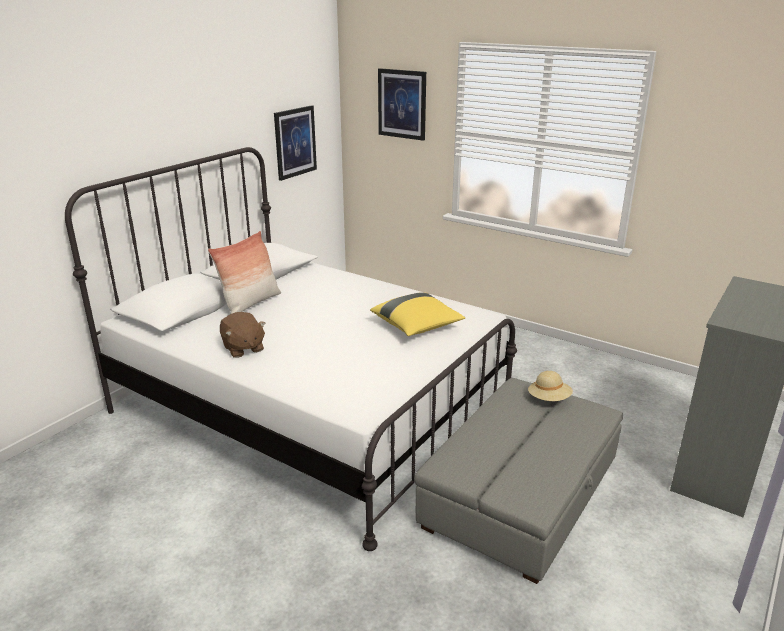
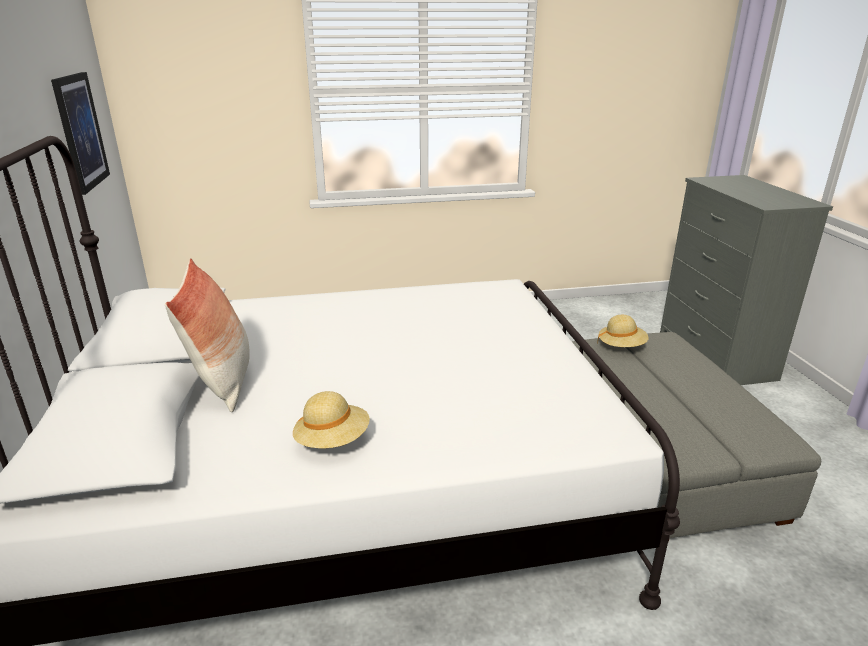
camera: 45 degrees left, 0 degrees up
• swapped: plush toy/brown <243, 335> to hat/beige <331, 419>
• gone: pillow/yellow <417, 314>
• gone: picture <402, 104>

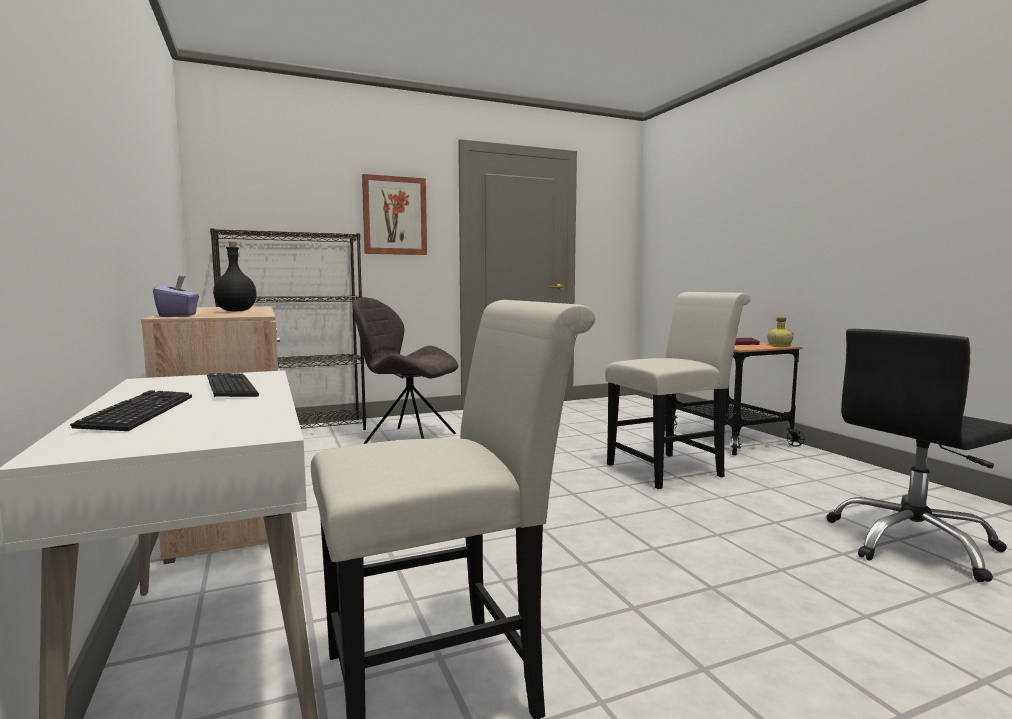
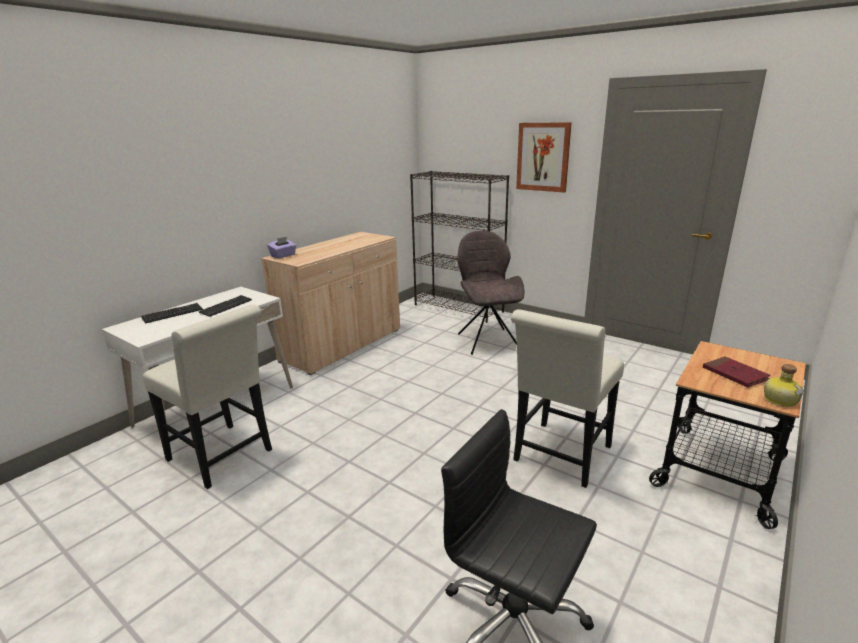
camera: 60 degrees right, 15 degrees up
• gone: bottle/black <235, 276>
• rotated: chair/white <677, 390> = <567, 398> 90 degrees clockwise

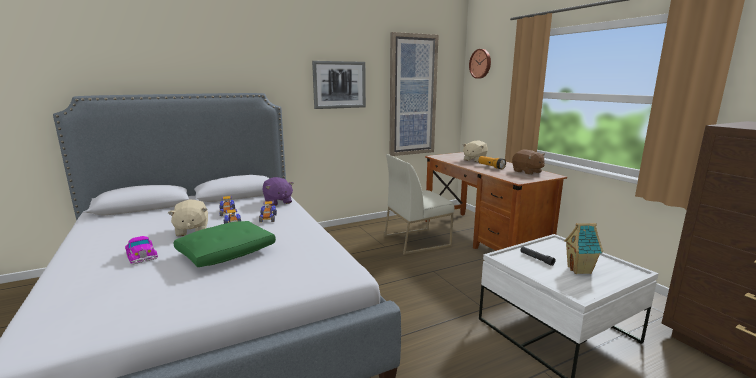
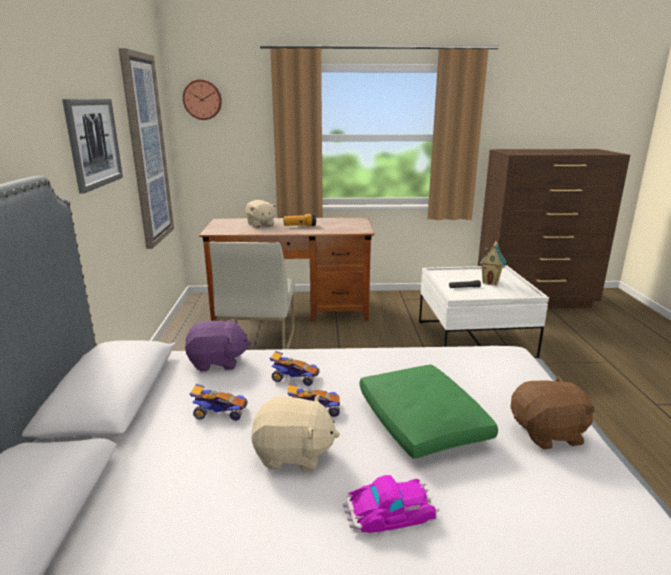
camera: 65 degrees left, 5 degrees up
• shifted: plush toy/brown <528, 162> to <553, 412>

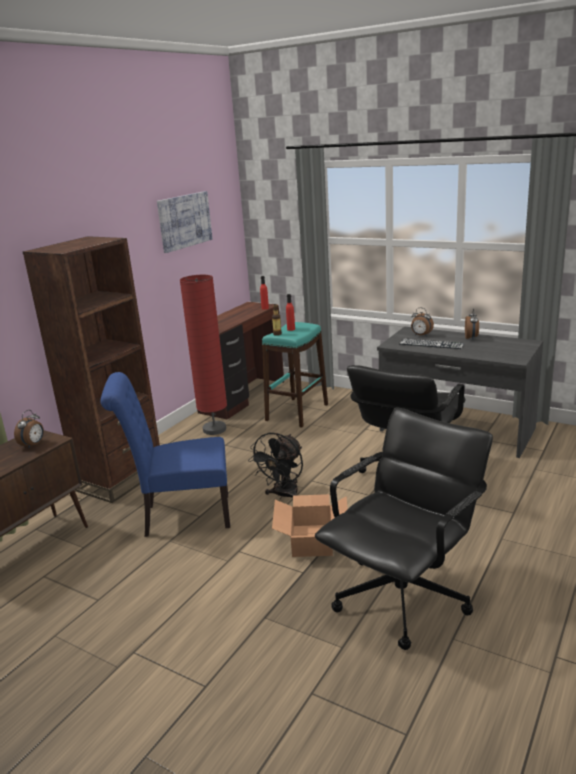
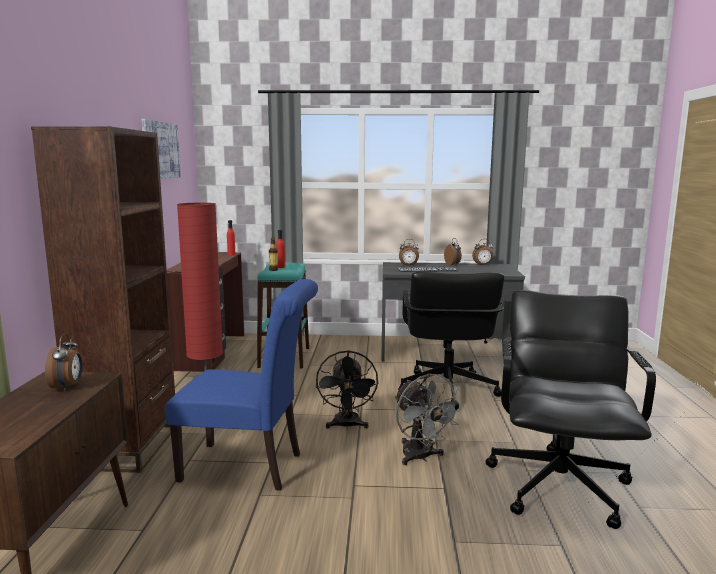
camera: 30 degrees left, 10 degrees down
• rotated: chair/blue <165, 454> = <241, 385> 135 degrees counterclockwise
• swapped: cardboard box <310, 525> to fan/grey <429, 419>
• new: alarm clock <482, 252>

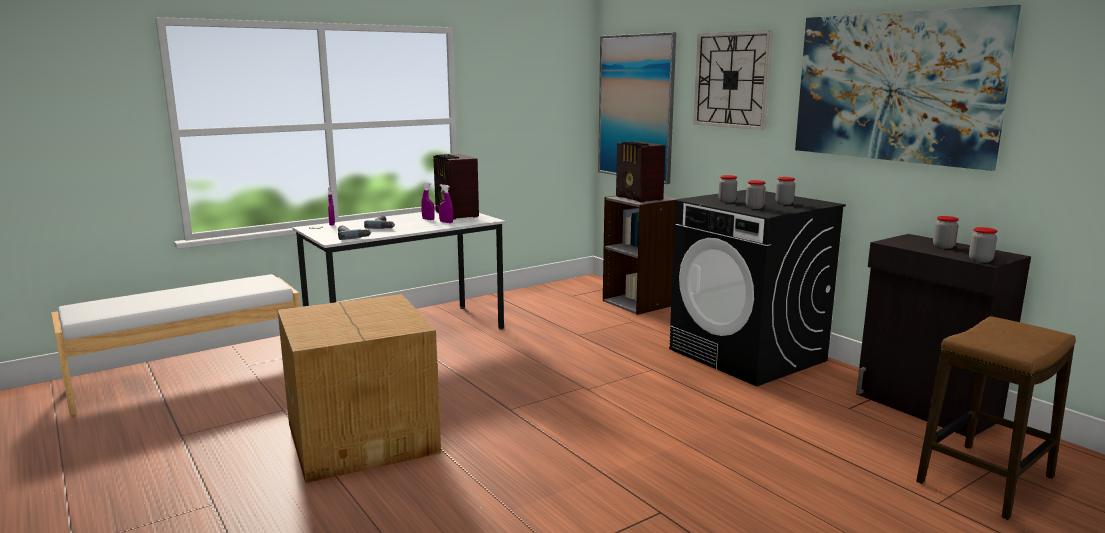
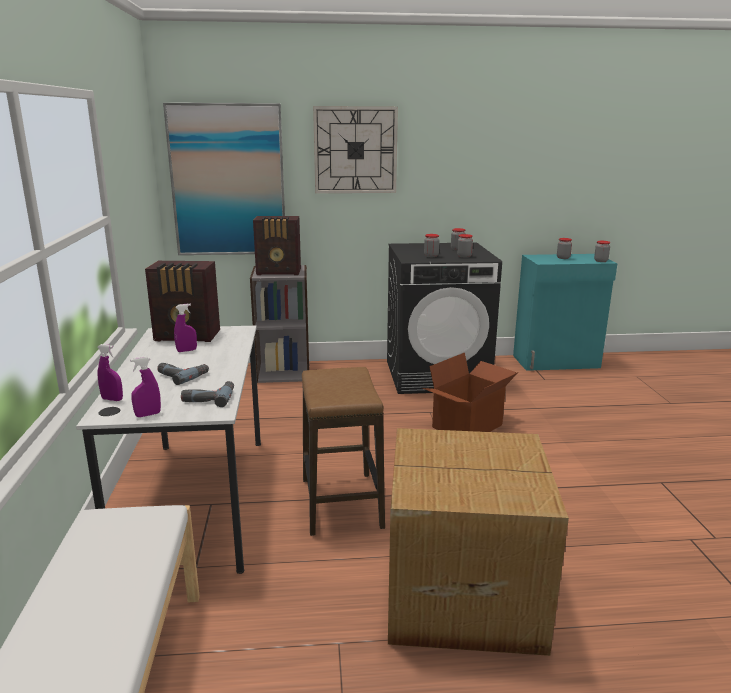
camera: 60 degrees left, 5 degrees up
• shifted: spray bottle/purple <446, 203> to <145, 386>
• gone: picture <908, 88>
• repainted: cabinet/black <943, 335> to cabinet/turquoise <565, 312>
• shifted: stool <996, 418> to <343, 451>
• new: cardboard box <470, 392>

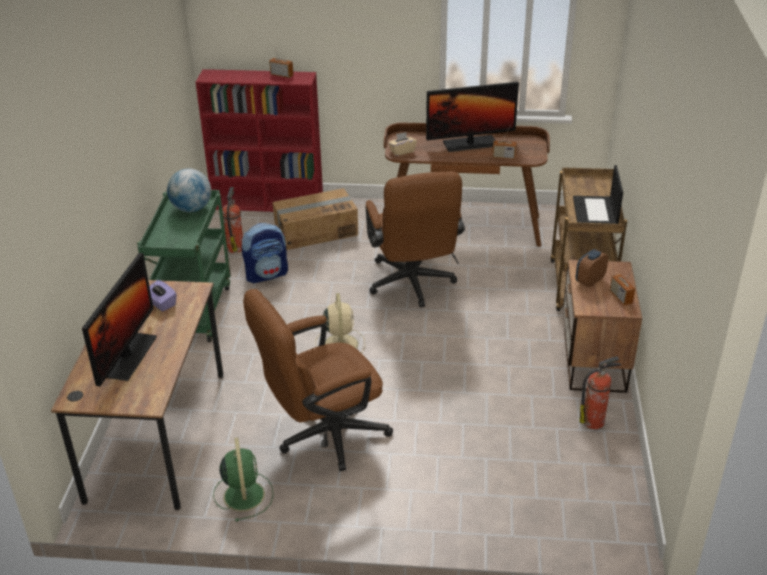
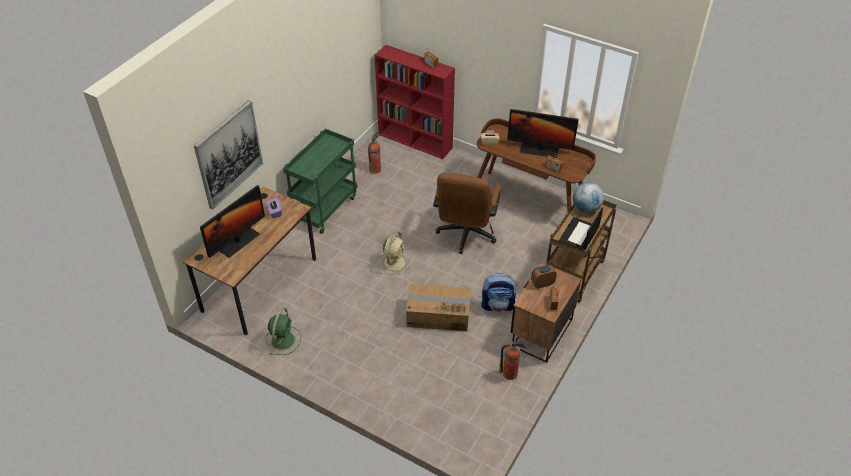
camera: 25 degrees right, 10 degrees up
• shifted: globe <189, 190> to <588, 197>
• shifted: backpack <264, 253> to <499, 292>
• gone: office chair/brown <318, 380>
• shifted: cardboard box <315, 219> to <438, 307>
• new: picture <228, 155>

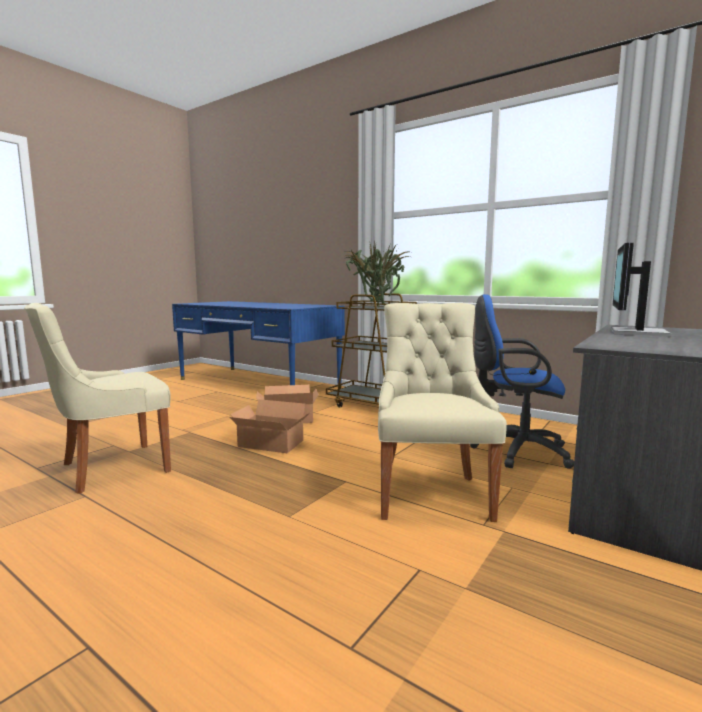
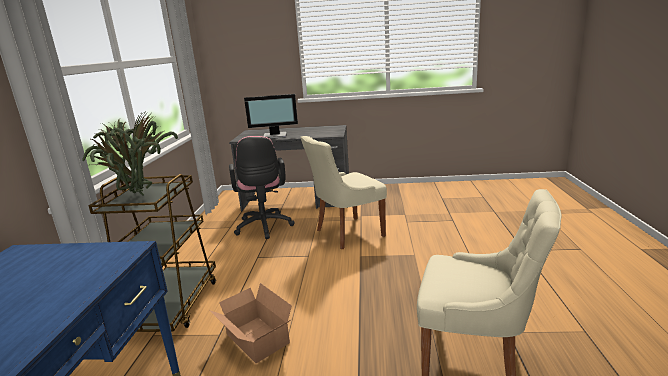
camera: 120 degrees left, 10 degrees up
• gone: cardboard box <269, 426>
• repainted: office chair/blue <522, 381> to office chair/pink <262, 187>

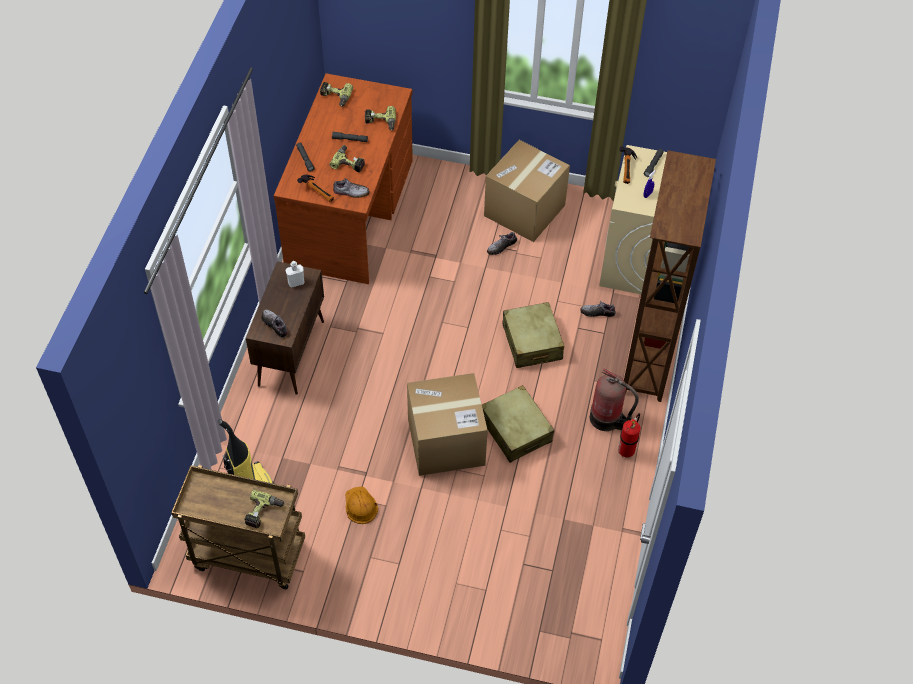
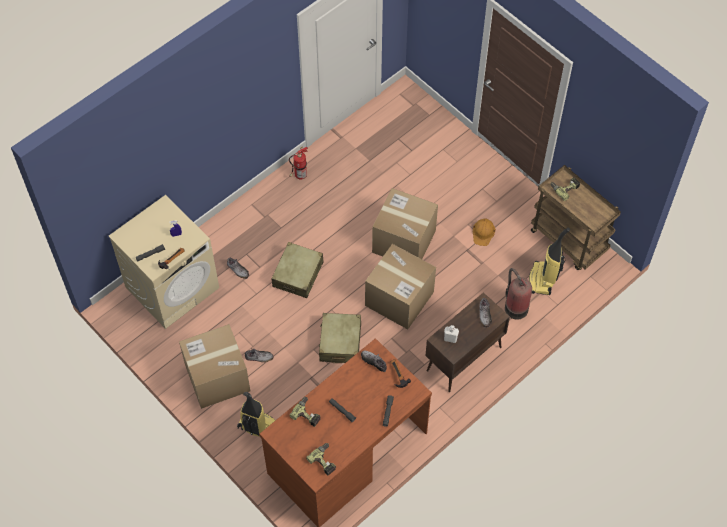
camera: 145 degrees left, 5 degrees up
• gone: power drill <347, 159>
• shifted: suitcase/beige <518, 424> to <340, 338>
• shifted: fire extinguisher <614, 399> to <518, 294>
• gone: bookcase/brown <670, 276>
• new: vacuum cleaner <256, 414>
• new: cardboard box <400, 286>

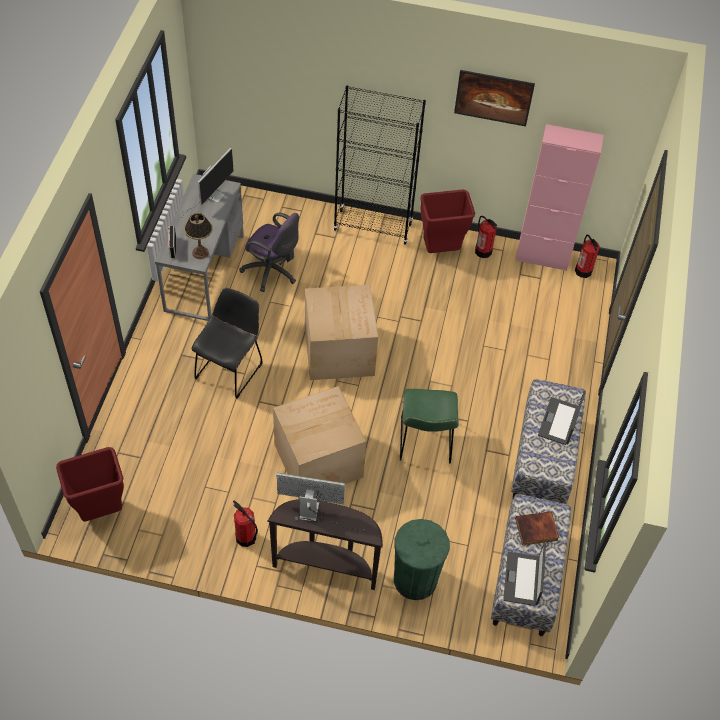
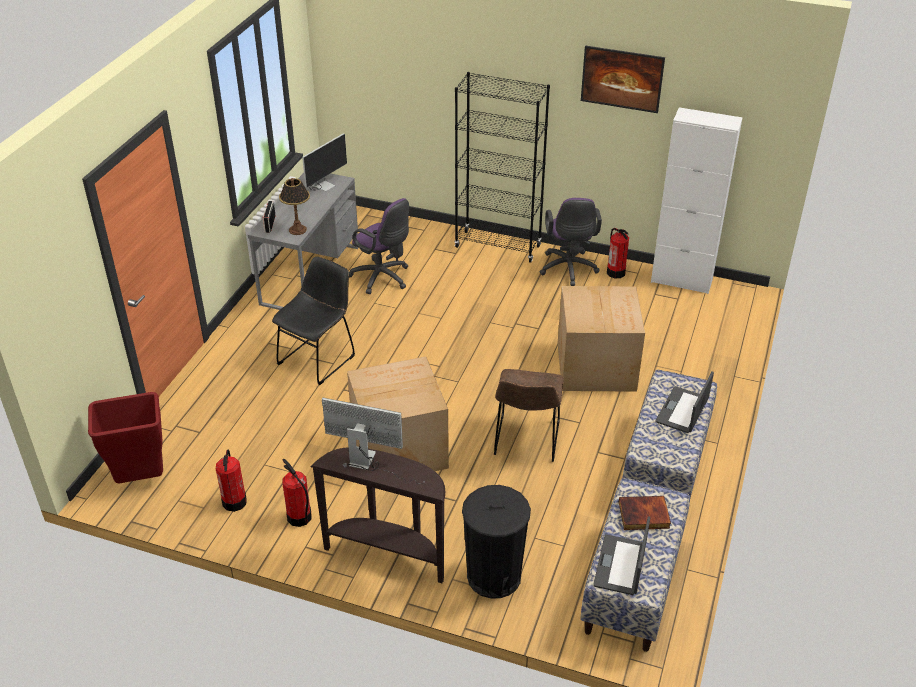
camera: 10 degrees right, 15 degrees down
• shifted: cardboard box <341, 332> to <601, 339>
• repainted: trash can/green <422, 559> to trash can/black <496, 542>
• repainted: chair/green <429, 426> to chair/brown <529, 415>
• swapped: trash can/red <447, 221> to office chair/purple <571, 242>
• repainted: cabinet/pink <559, 197> to cabinet/white <697, 200>
• shifted: fire extinguisher <587, 256> to <231, 481>

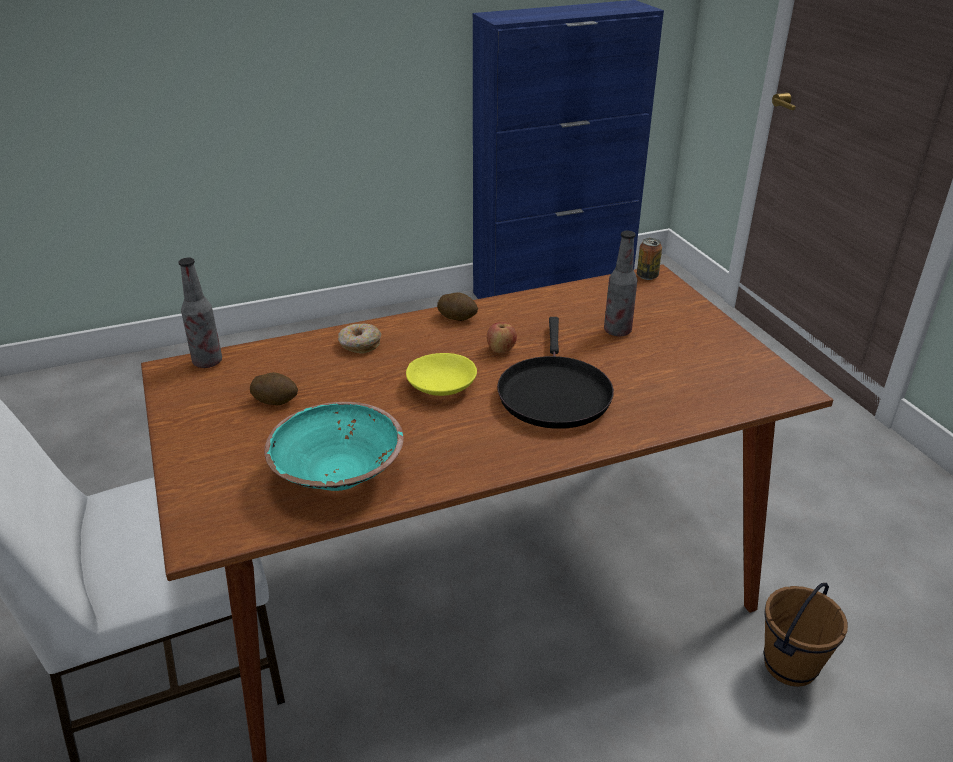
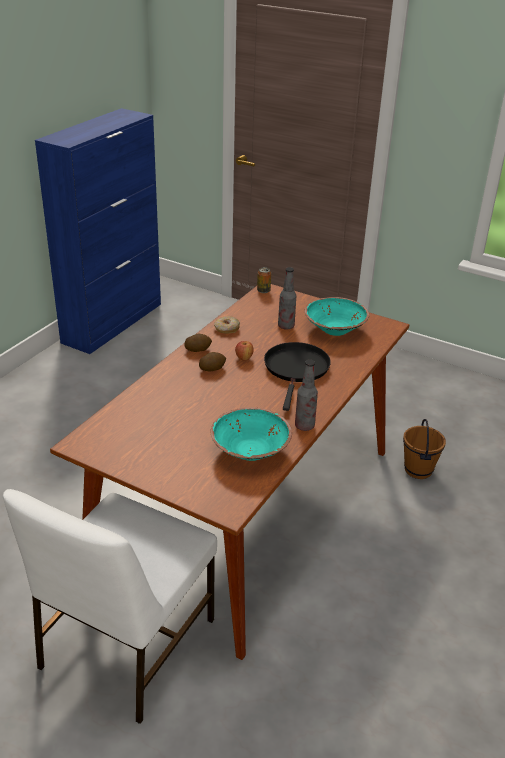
camera: 40 degrees left, 0 degrees up
• shifted: bottle <200, 313> to <306, 395>
• shifted: potato <274, 389> to <212, 361>
• shifted: donut <359, 339> to <227, 324>
• gone: bowl/yellow <441, 374>
• rotated: frying pan/black <555, 373> = <297, 376> 135 degrees counterclockwise
• new: bowl/turquoise <337, 316>

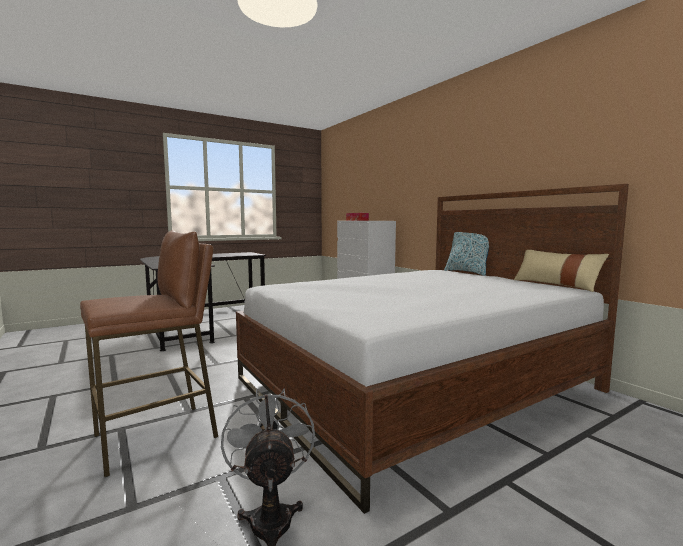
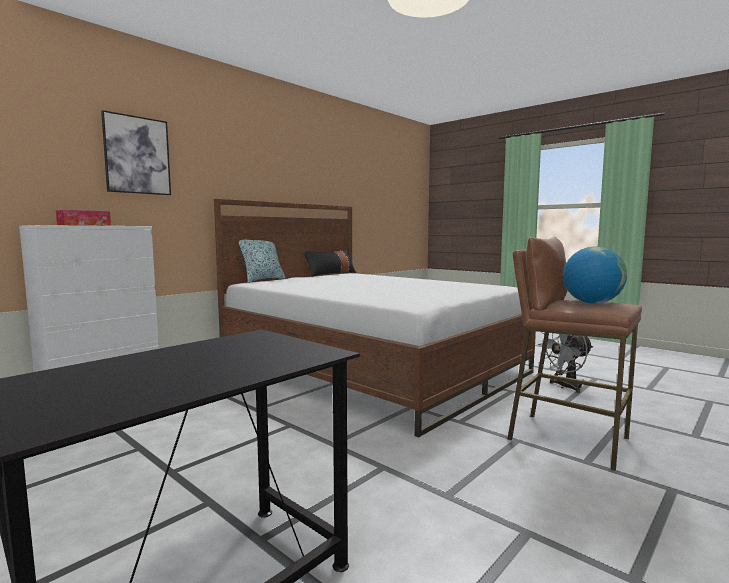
camera: 105 degrees left, 0 degrees up
• repainted: pillow/beige <561, 271> to pillow/black <330, 263>
• new: picture <136, 152>
• new: globe <595, 275>

